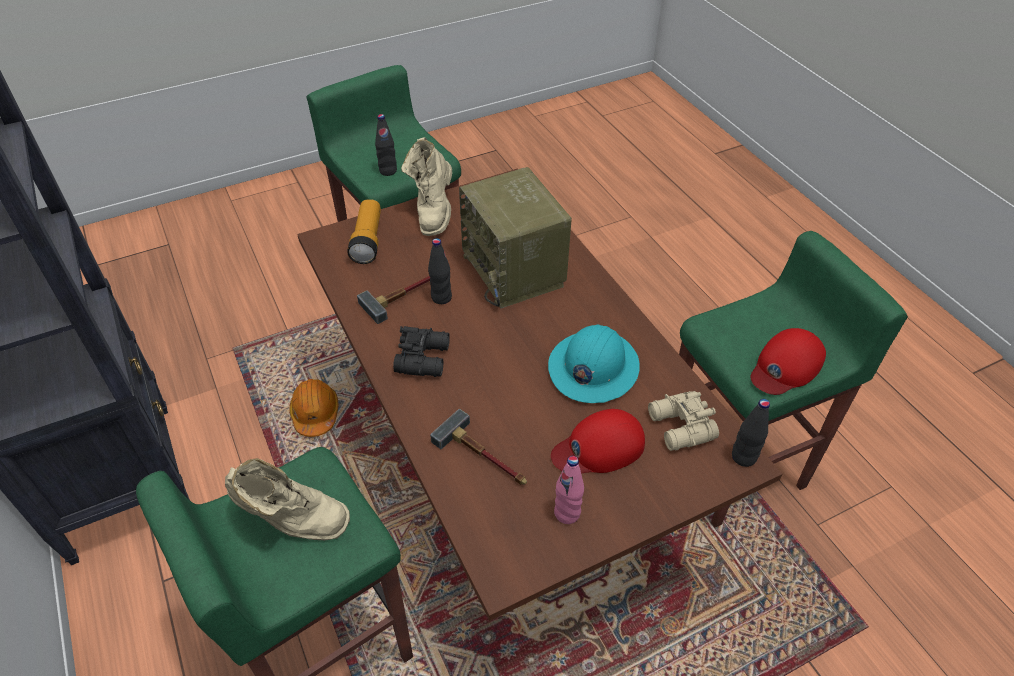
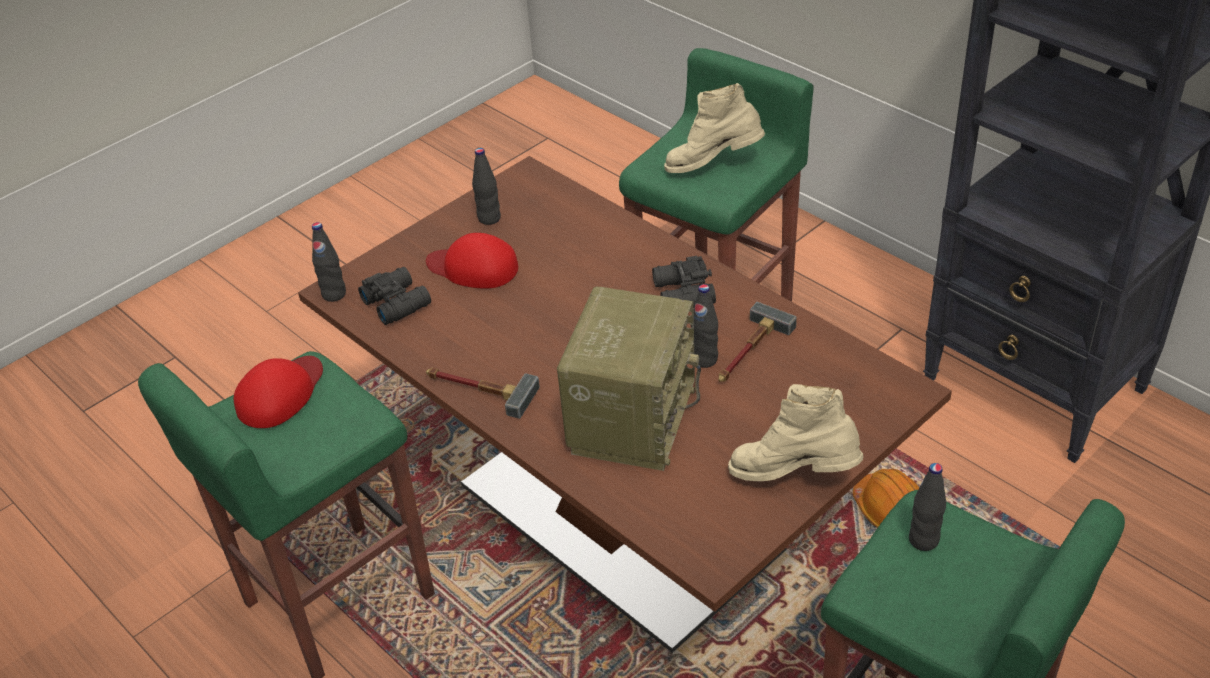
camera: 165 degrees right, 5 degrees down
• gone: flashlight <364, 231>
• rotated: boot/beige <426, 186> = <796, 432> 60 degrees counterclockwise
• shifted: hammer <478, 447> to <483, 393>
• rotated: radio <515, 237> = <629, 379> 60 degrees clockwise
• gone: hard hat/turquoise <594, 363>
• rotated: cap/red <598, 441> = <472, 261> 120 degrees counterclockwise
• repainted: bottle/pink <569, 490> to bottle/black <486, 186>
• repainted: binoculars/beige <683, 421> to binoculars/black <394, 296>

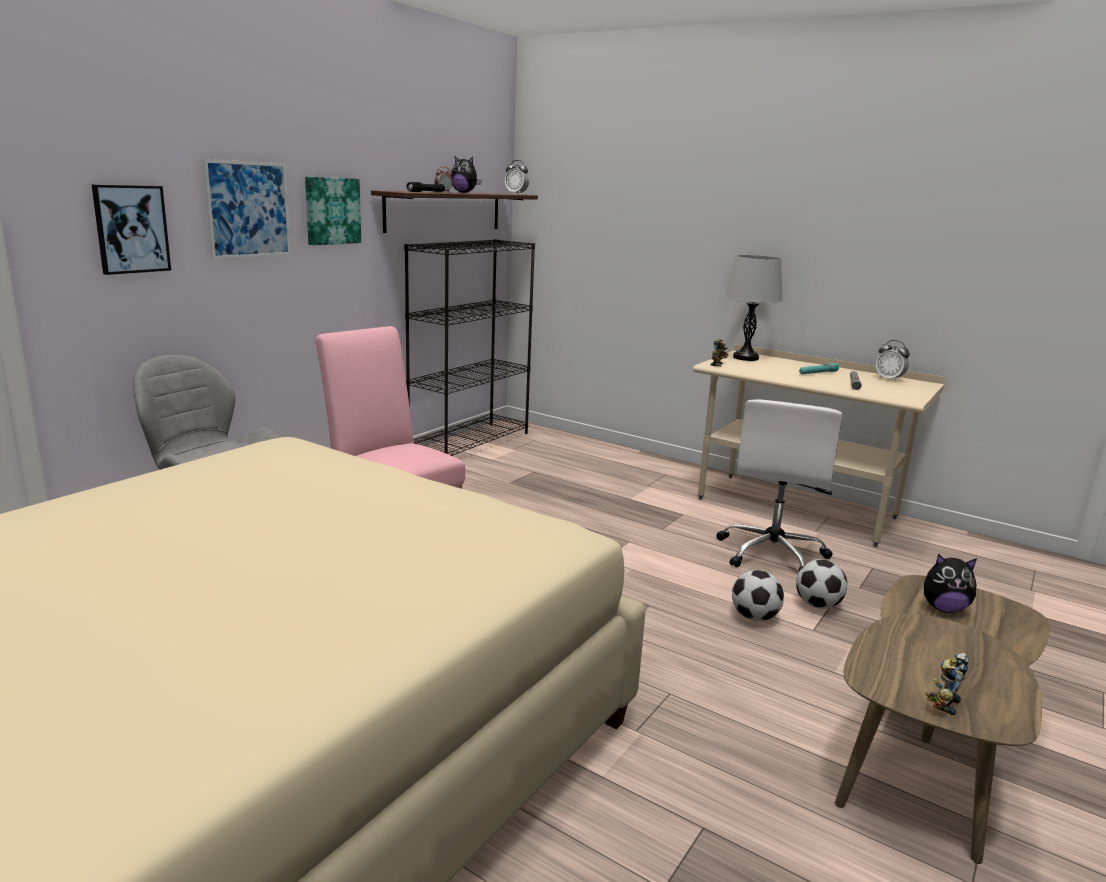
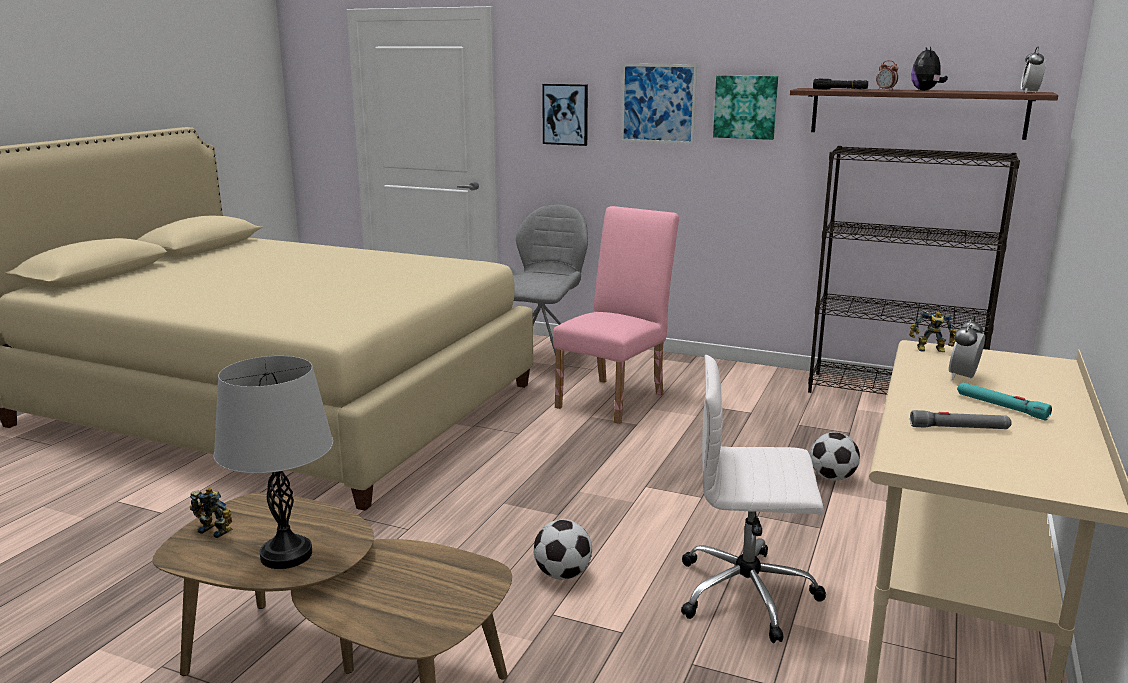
camera: 80 degrees right, 0 degrees up
• shifted: table lamp/grey <754, 308> to <273, 462>
• shifted: football <821, 584> to <835, 456>
• shifted: alarm clock <893, 361> to <967, 347>
• gone: plush toy <950, 583>

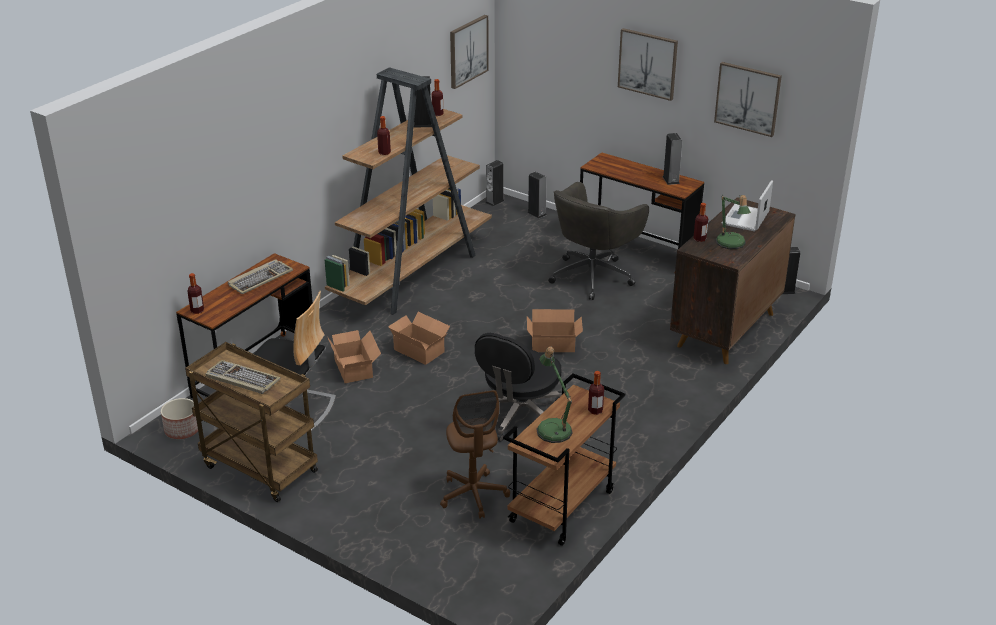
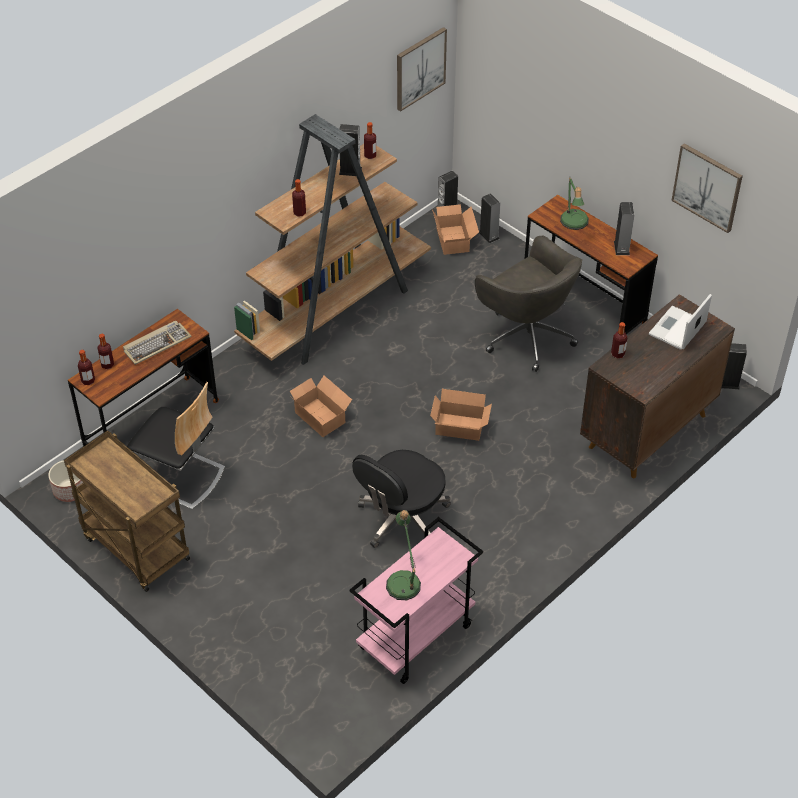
camera: 10 degrees right, 15 degrees up
• gone: keyboard <242, 377>
• shifted: cardboard box <354, 356> to <455, 229>
• gone: office chair/brown <475, 454>
• repainted: cart/brown <564, 459> to cart/pink <416, 600>
• rotated: office chair/grey <598, 241> = <528, 304> 90 degrees counterclockwise
• shifted: bottle <596, 393> to <105, 351>
• gone: picture <648, 64>
• shifted: table lamp <733, 222> to <574, 203>

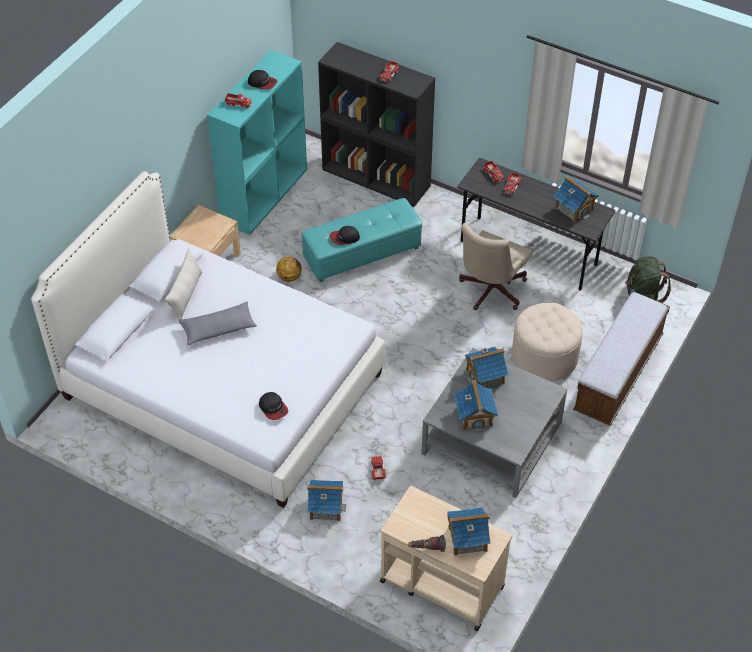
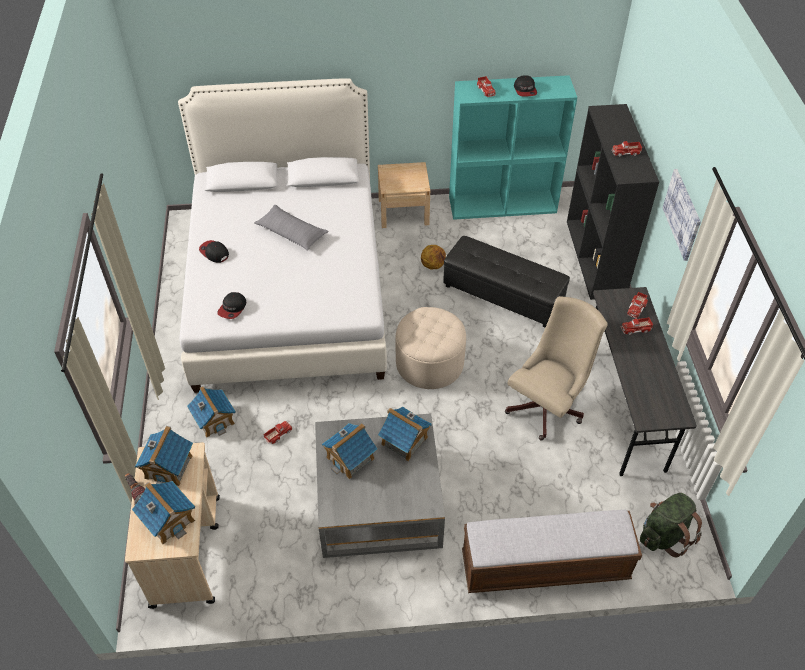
camera: 55 degrees right, 0 degrees up
• gone: pillow/beige <184, 284>
• repainted: ottoman/turquoise <361, 240> to ottoman/black <506, 282>
• shifted: cap <345, 235> to <214, 251>
• rotated: office chair/beige <495, 266> = <556, 368> 135 degrees clockwise
• shifted: ottoman/beige <547, 342> to <430, 348>
• shifted: toy house <576, 199> to <164, 456>
• new: picture <682, 215>

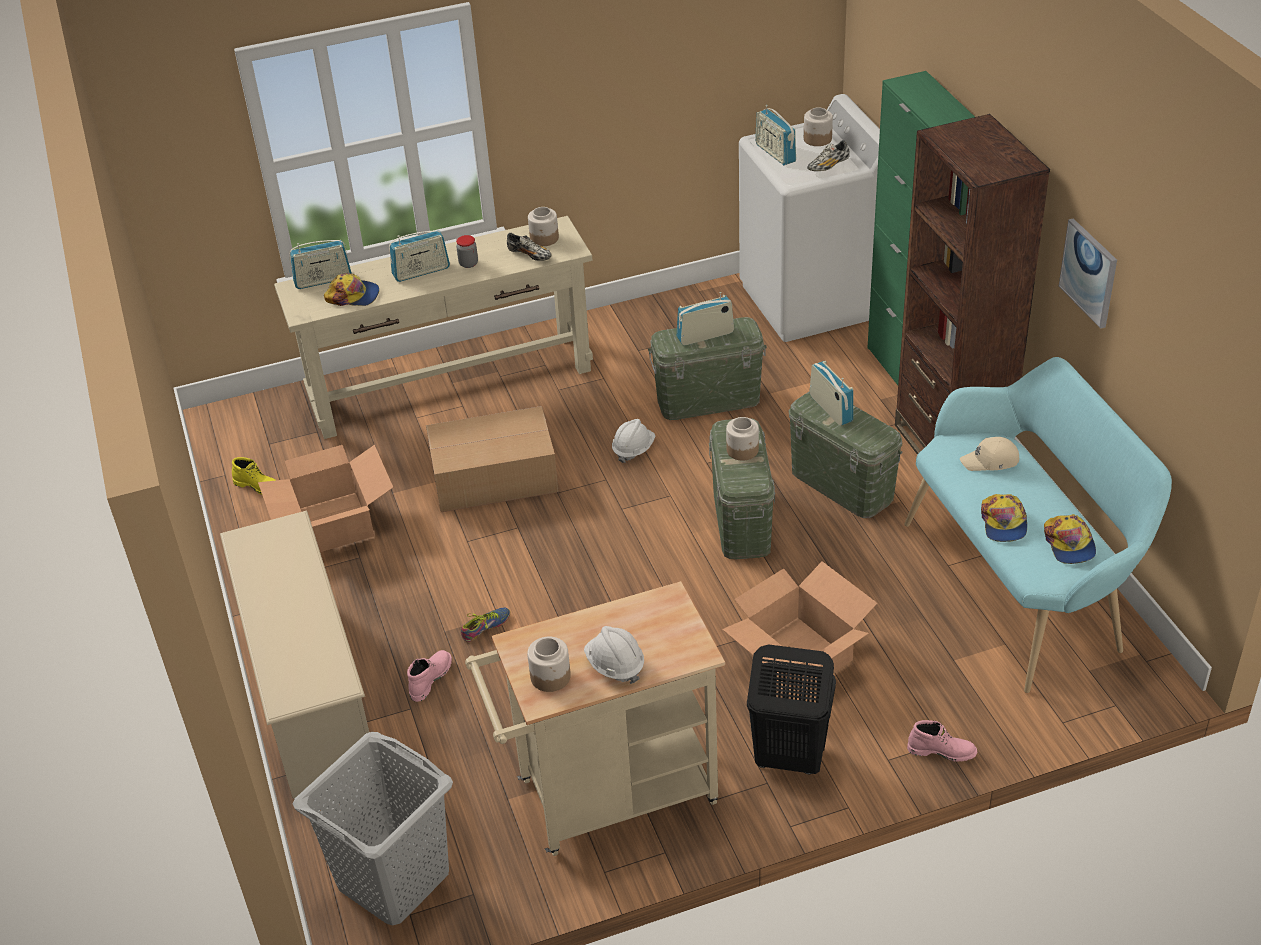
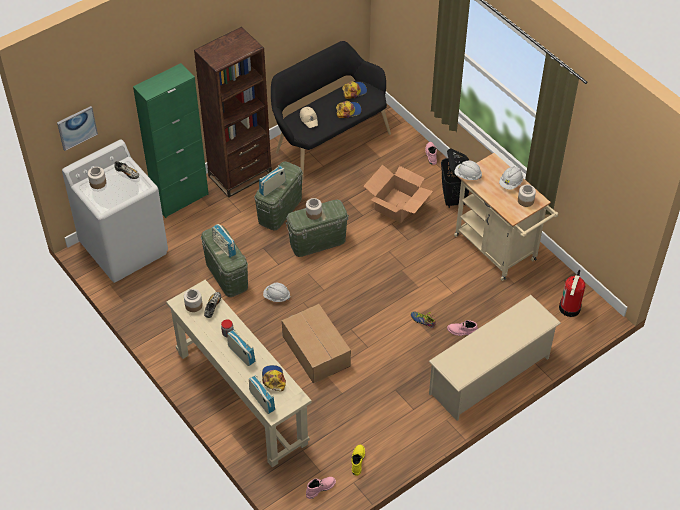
camera: 110 degrees left, 10 degrees up
• gone: cardboard box <326, 498>
• swapped: laundry basket/grey <373, 828> to fire extinguisher <572, 293>
• gone: radio <775, 135>
• repainted: bench/turquoise <1038, 525> to bench/black <331, 112>
• shifted: picture <1088, 273> to <77, 128>
• new: boot/pink <321, 488>
• new: hard hat/white <468, 170>

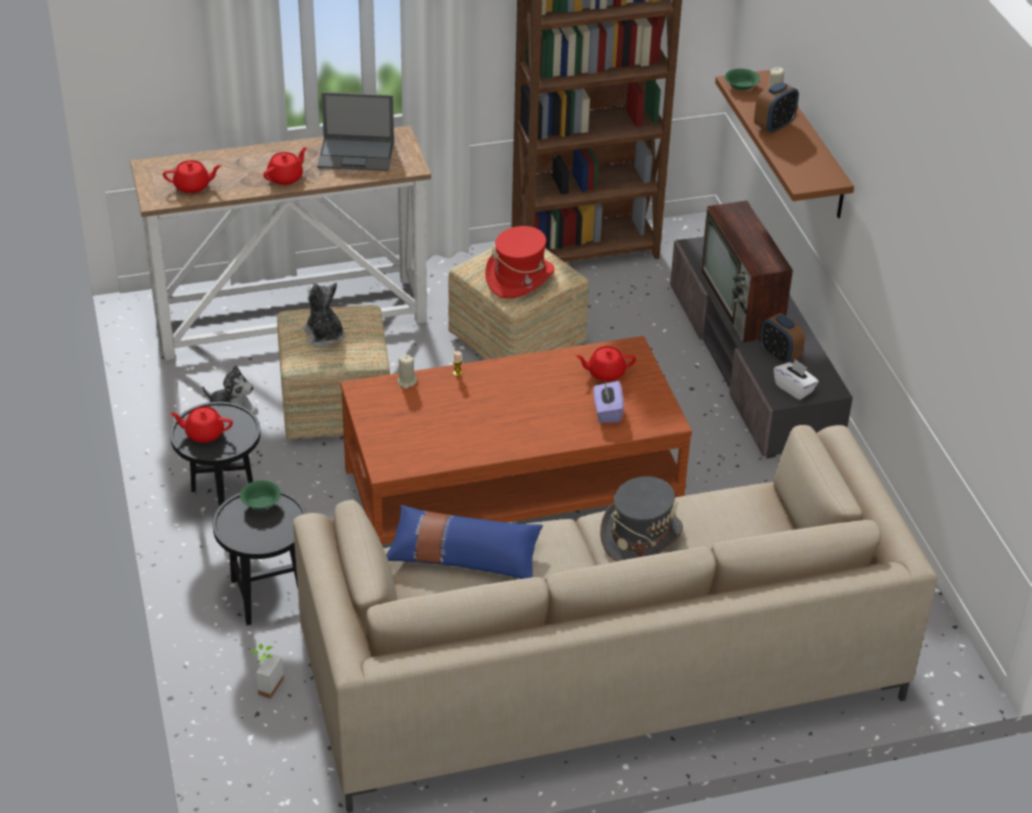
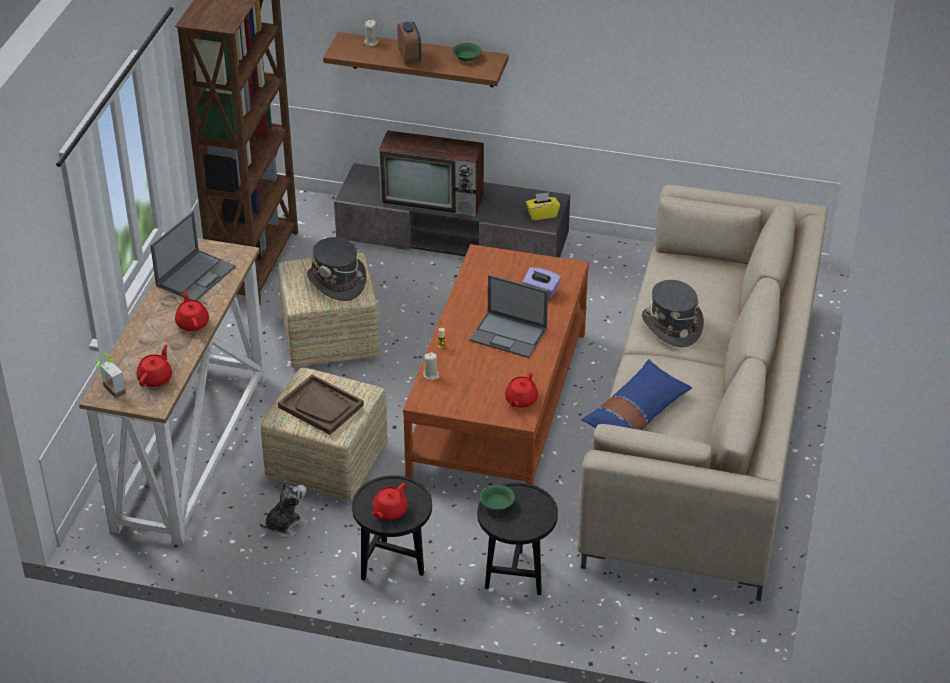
camera: 60 degrees left, 0 degrees up
• shifted: potted plant <267, 671> to <110, 375>
• swapped: plush toy <323, 315> to tray/brown <321, 404>
• repainted: hat/red <520, 262> to hat/grey <336, 269>
• shifted: teapot/red <606, 363> to <521, 390>
• shifted: bowl/green <742, 80> to <467, 52>
• gone: alarm clock <782, 339>
• repainted: tissue box/white <796, 379> to tissue box/yellow <543, 206>
• new: laptop <508, 316>

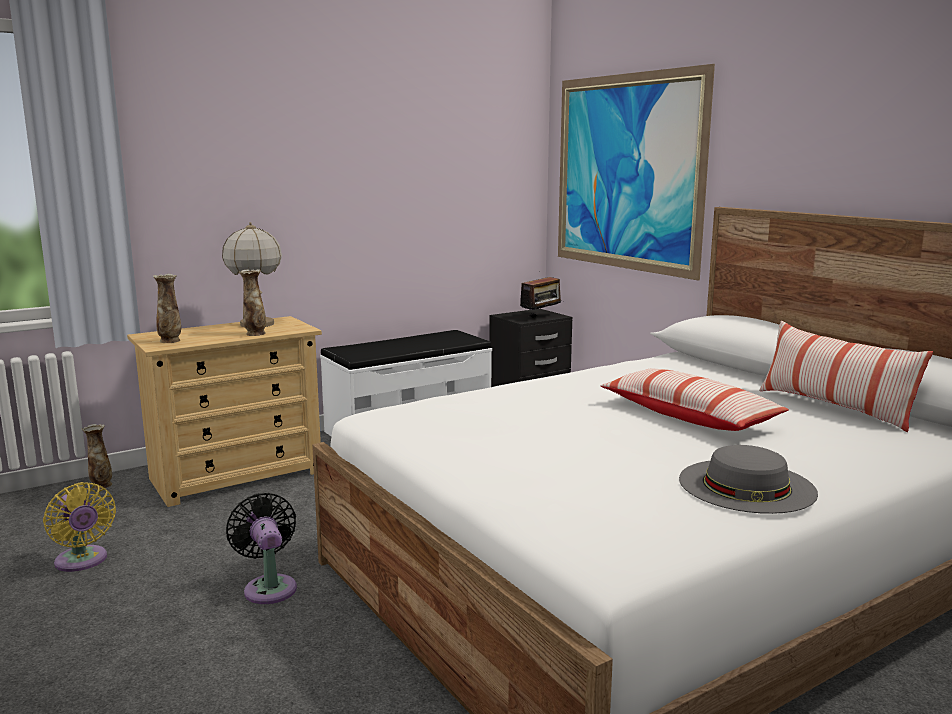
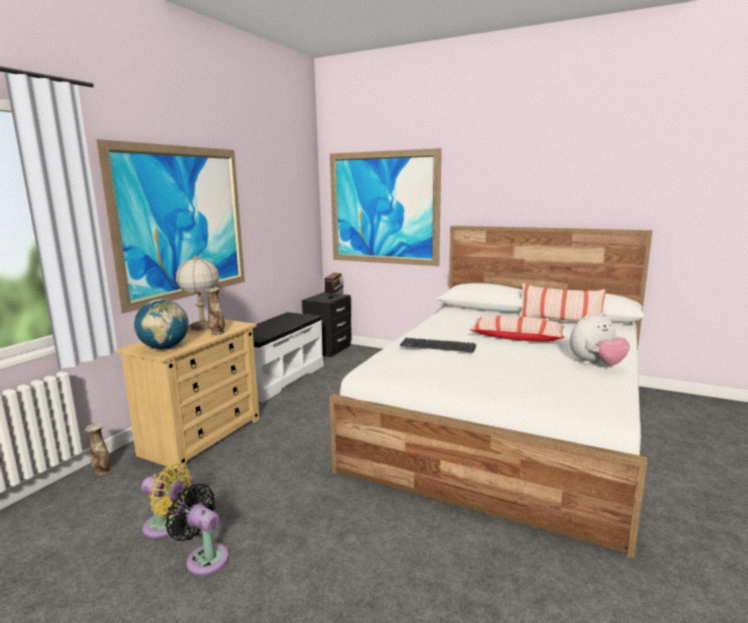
camera: 30 degrees left, 0 degrees up
• swapped: vase <167, 308> to globe <161, 324>
• shifted: fan/black <261, 548> to <197, 529>
• swapped: hat/grey <748, 479> to plush toy <600, 338>
• new: picture <170, 226>
• new: keyboard <438, 345>

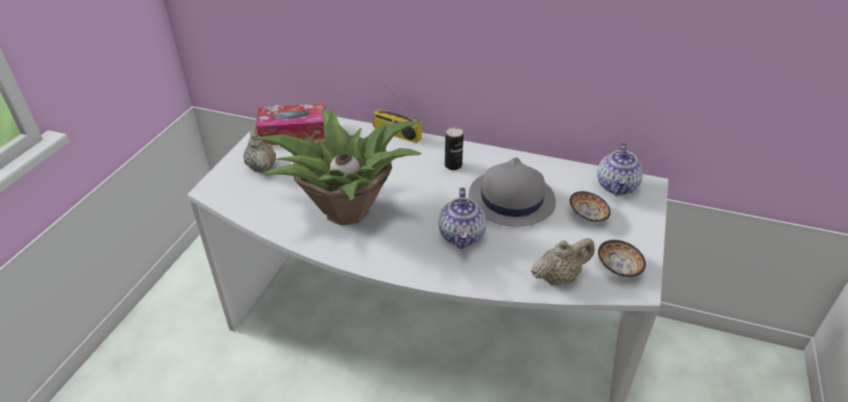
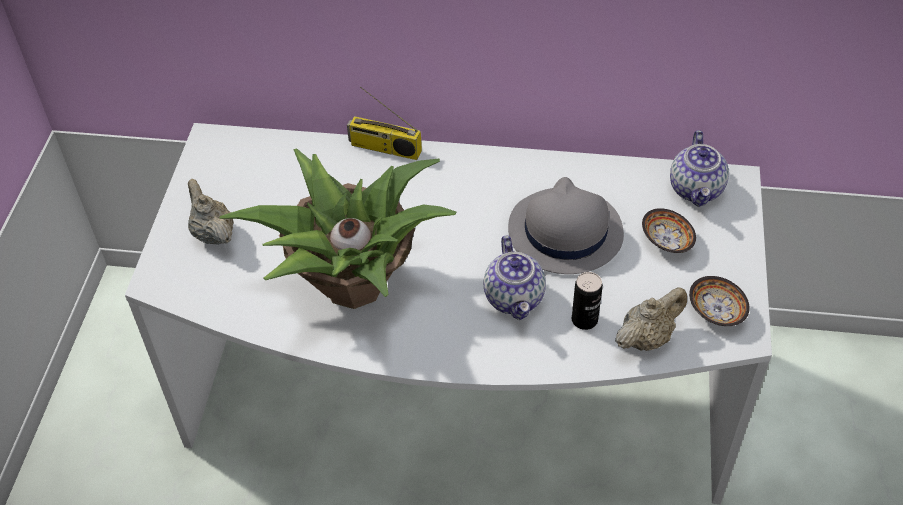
camera: 10 degrees left, 10 degrees up
• gone: tissue box <290, 124>
• shifted: can <454, 148> to <587, 301>

